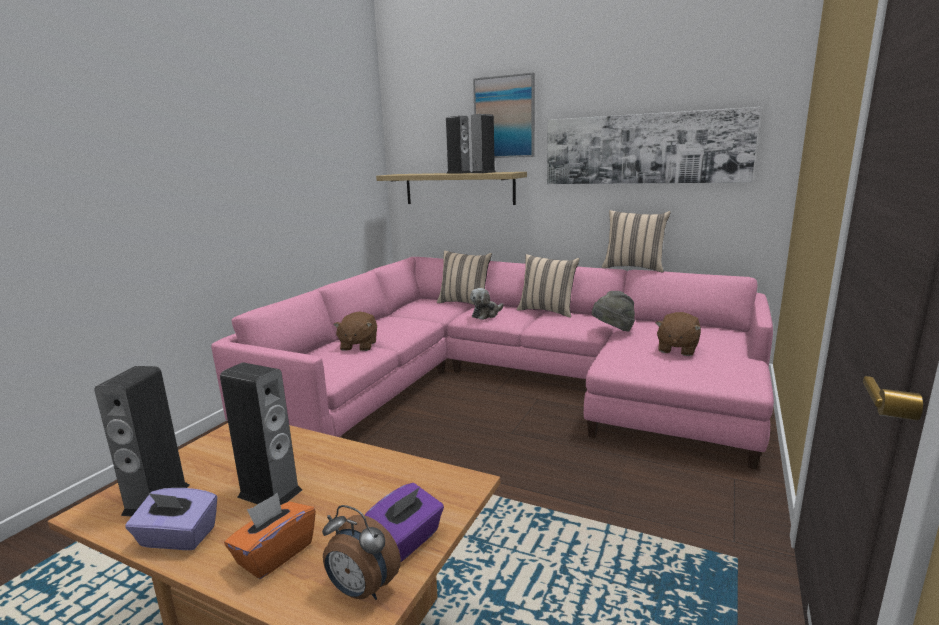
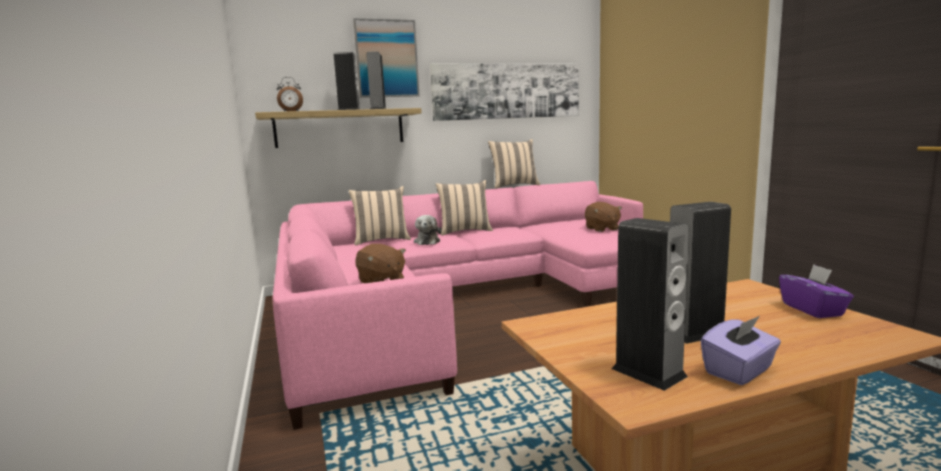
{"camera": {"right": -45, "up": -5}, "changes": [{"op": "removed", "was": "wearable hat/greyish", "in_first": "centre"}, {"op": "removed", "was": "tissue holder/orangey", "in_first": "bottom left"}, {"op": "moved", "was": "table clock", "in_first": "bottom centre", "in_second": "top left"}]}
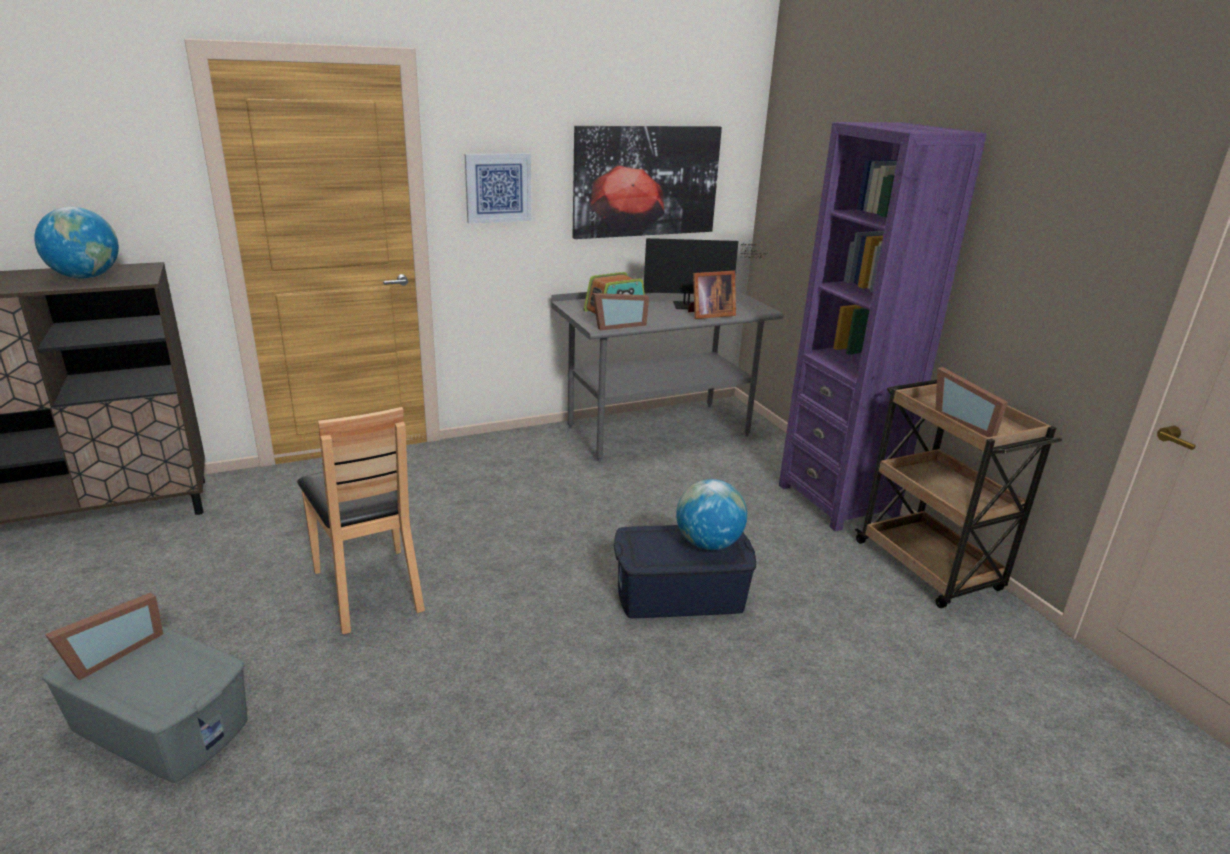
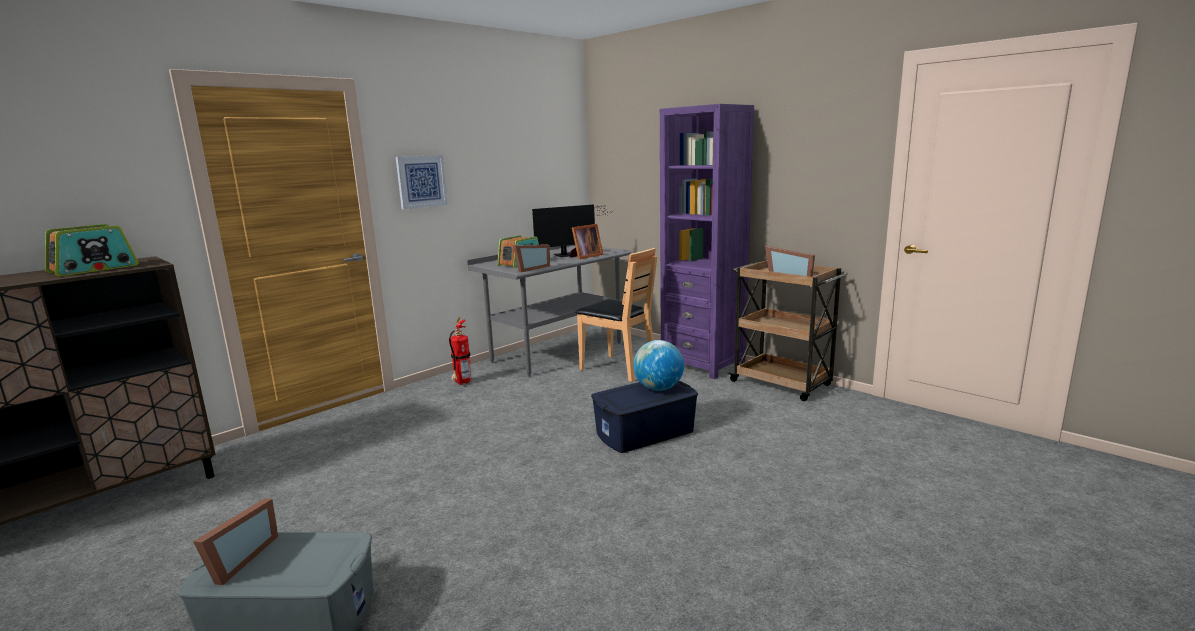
{"camera": {"right": -20, "up": -10}, "changes": [{"op": "removed", "was": "wall art (2nd from left)", "in_first": "top centre"}, {"op": "replaced", "was": "desk globe (1st from left)", "now": "radio (1st from left)", "in_first": "top left", "in_second": "middle left"}, {"op": "moved", "was": "upright chair/brown", "in_first": "middle left", "in_second": "centre"}, {"op": "added", "now": "extinguisher", "in_second": "centre"}]}
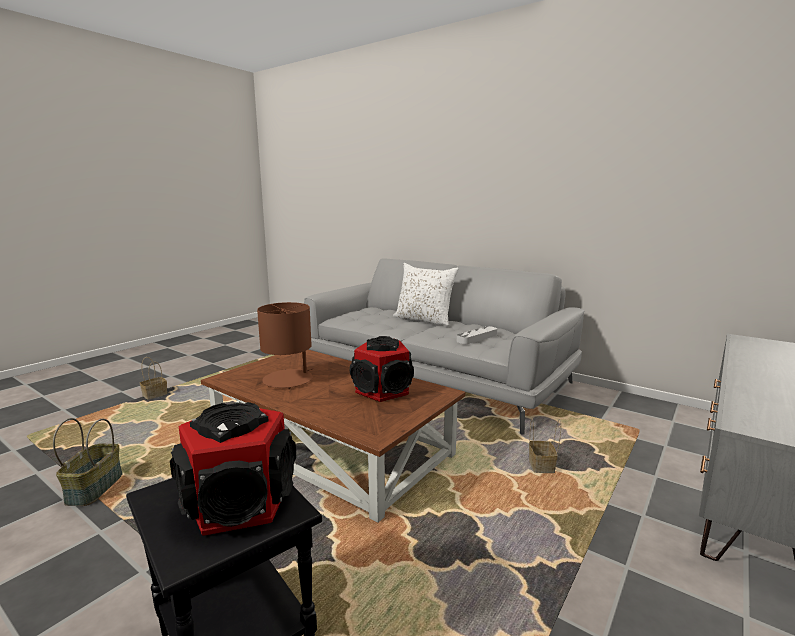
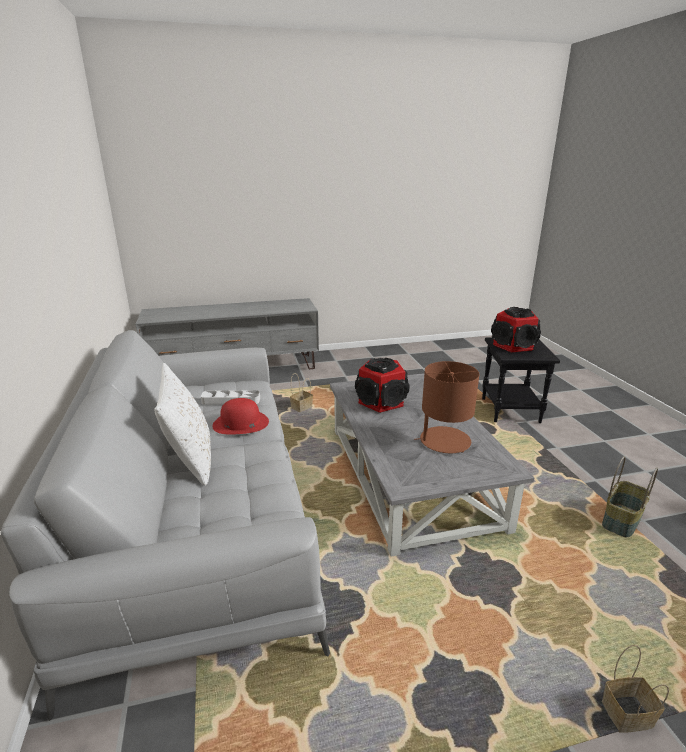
{"camera": {"right": -140, "up": 10}, "changes": [{"op": "recoloured", "was": "lounge table/brown", "now": "lounge table/greyish", "in_first": "bottom centre", "in_second": "centre"}, {"op": "added", "now": "wearable hat/red-coloured", "in_second": "centre"}]}
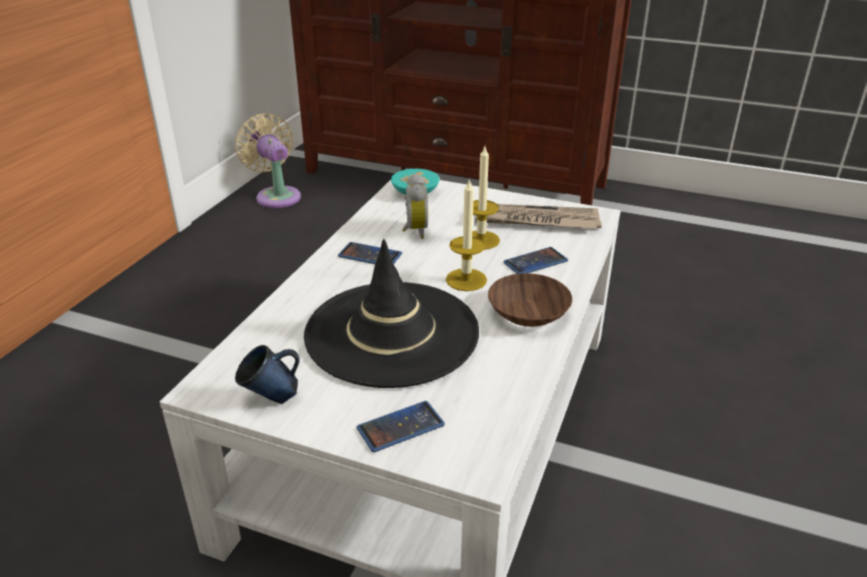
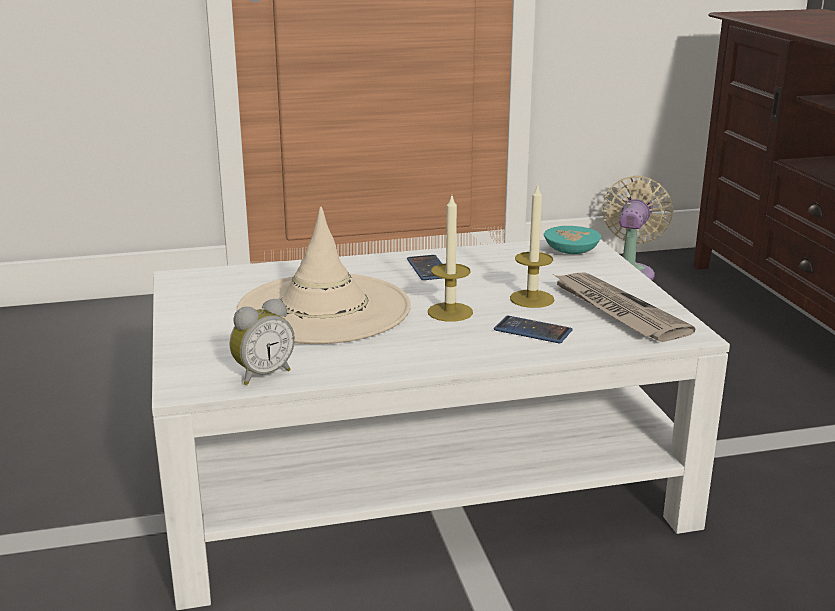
{"camera": {"right": 55, "up": -10}, "changes": [{"op": "moved", "was": "table clock", "in_first": "centre", "in_second": "middle left"}, {"op": "recoloured", "was": "wearable hat/black", "now": "wearable hat/sand-coloured", "in_first": "centre", "in_second": "centre"}, {"op": "removed", "was": "deep dish/brown", "in_first": "centre"}, {"op": "removed", "was": "mug/blue", "in_first": "middle left"}, {"op": "removed", "was": "handset (2nd from left)", "in_first": "bottom centre"}]}
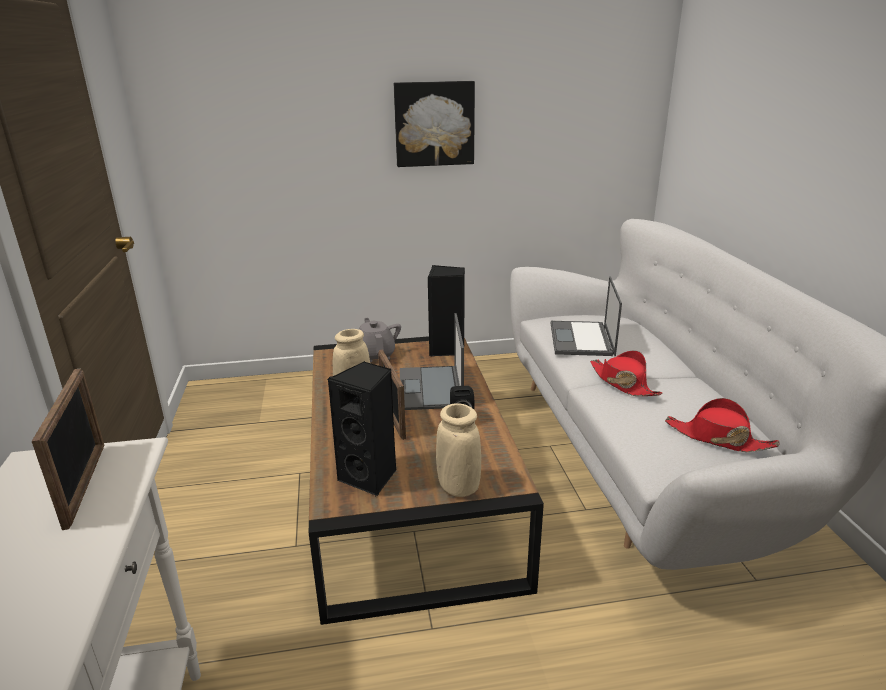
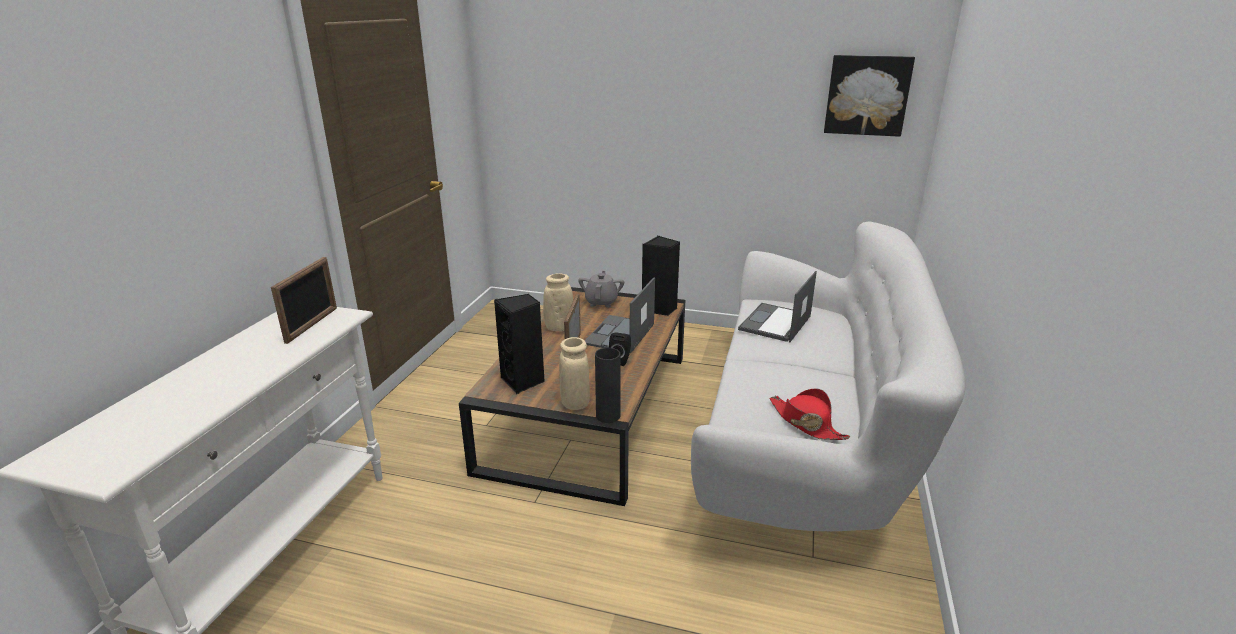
{"camera": {"right": 25, "up": 0}, "changes": [{"op": "moved", "was": "wall art", "in_first": "top centre", "in_second": "top right"}, {"op": "removed", "was": "wearable hat/red-coloured (1st from left)", "in_first": "middle right"}, {"op": "added", "now": "decorative vase/black", "in_second": "centre"}]}
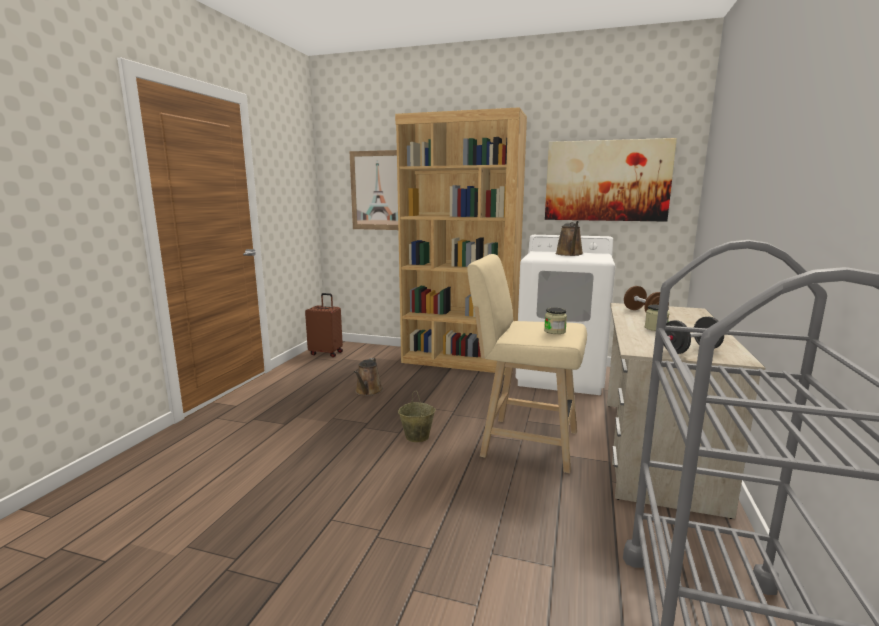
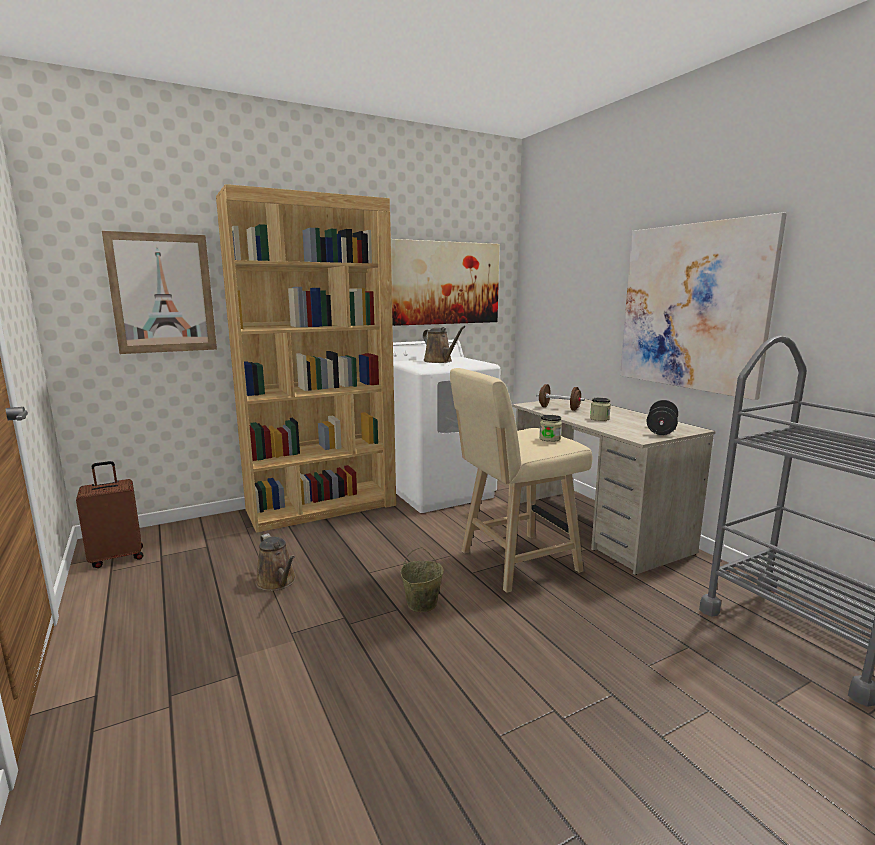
{"camera": {"right": -45, "up": 0}, "changes": [{"op": "added", "now": "wall art (3rd from left)", "in_second": "middle right"}]}
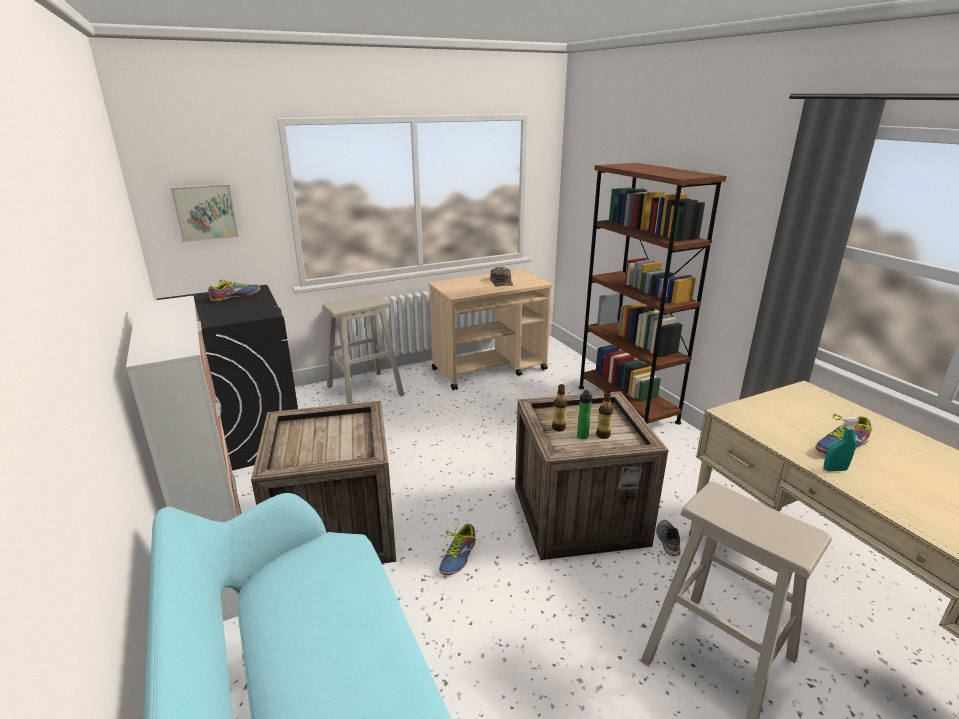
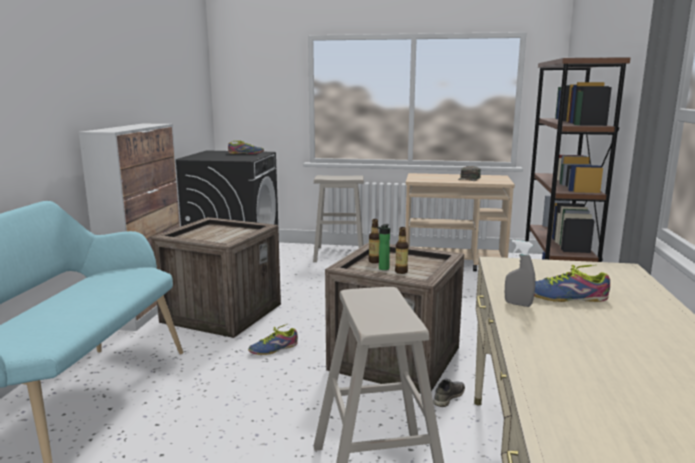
{"camera": {"right": 35, "up": -10}, "changes": [{"op": "removed", "was": "wall art", "in_first": "top left"}, {"op": "recoloured", "was": "spray bottle/turquoise-coloured", "now": "spray bottle/greyish", "in_first": "middle right", "in_second": "middle right"}]}
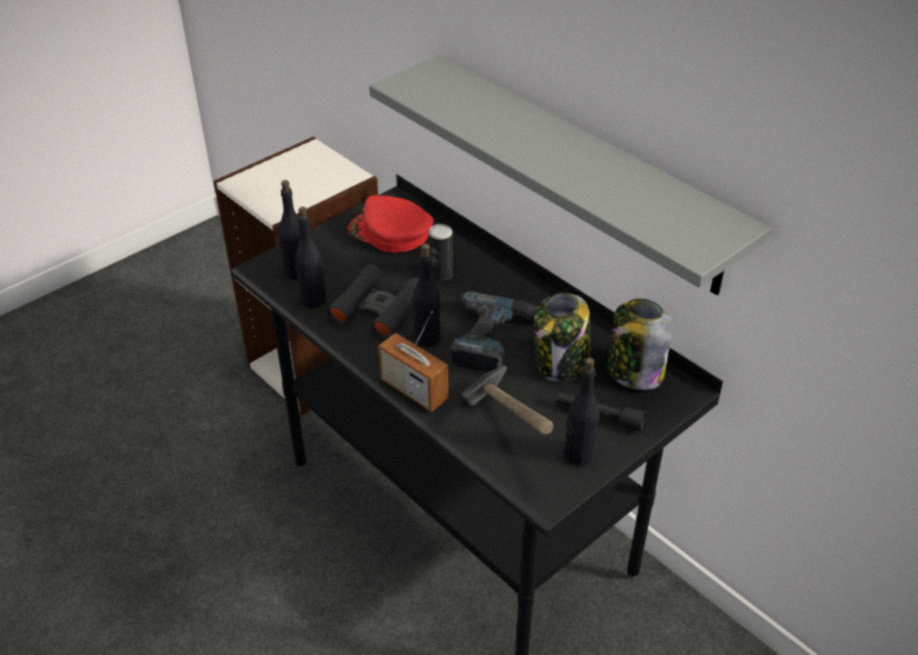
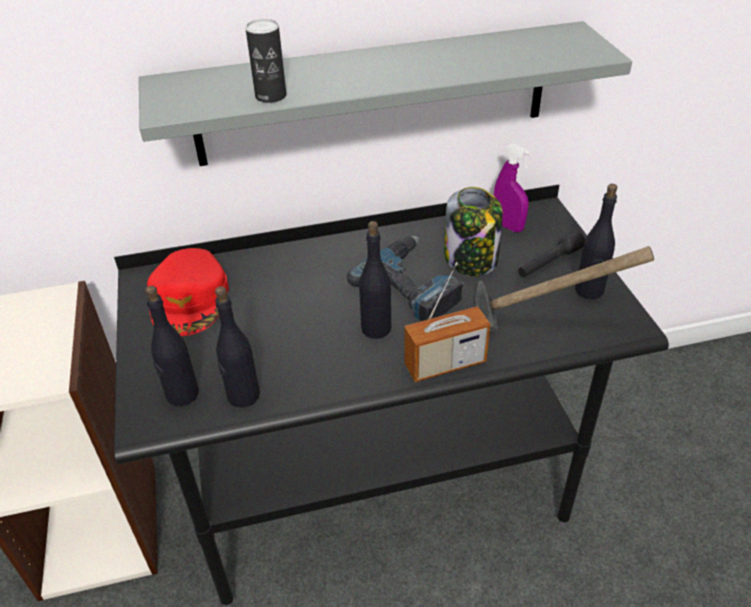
{"camera": {"right": -60, "up": 0}, "changes": [{"op": "turned", "was": "peaked cap/red-coloured", "in_first": "centre", "in_second": "middle left", "clockwise": -60}, {"op": "moved", "was": "metal can", "in_first": "centre", "in_second": "top centre"}, {"op": "removed", "was": "binoculars/black", "in_first": "centre"}, {"op": "replaced", "was": "jar (2nd from left)", "now": "spray bottle/purple", "in_first": "middle right", "in_second": "top right"}]}
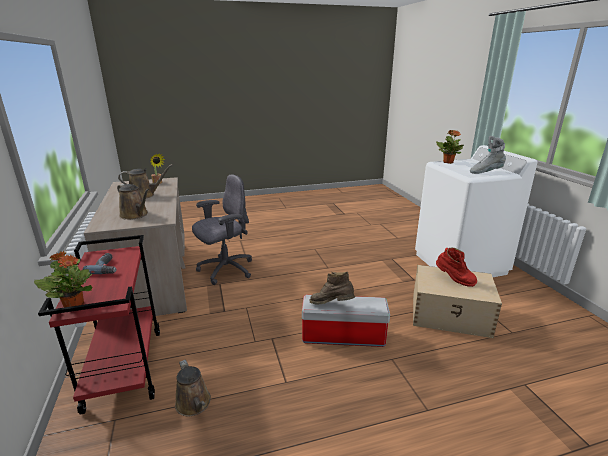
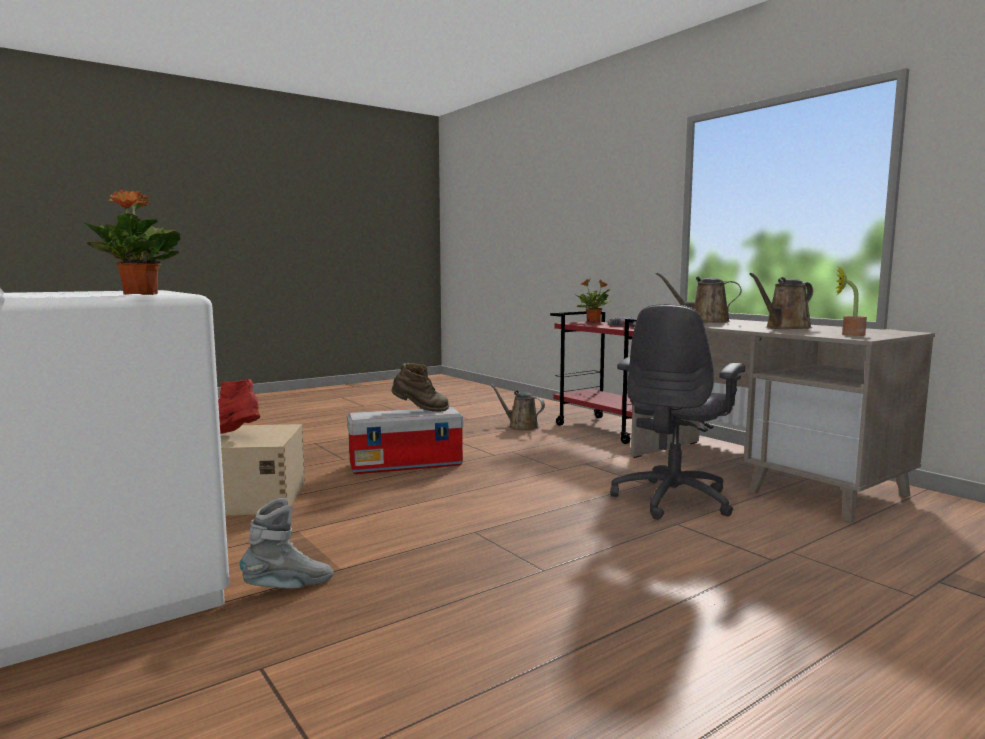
{"camera": {"right": 160, "up": -15}, "changes": [{"op": "moved", "was": "tall boot/greyish", "in_first": "middle right", "in_second": "bottom left"}]}
